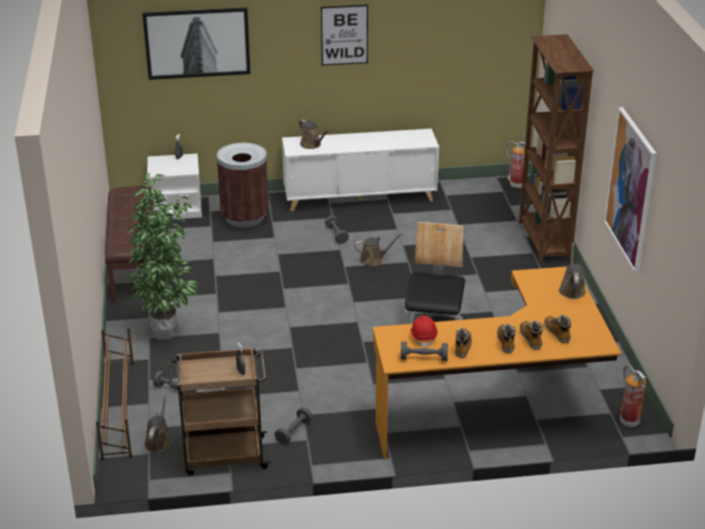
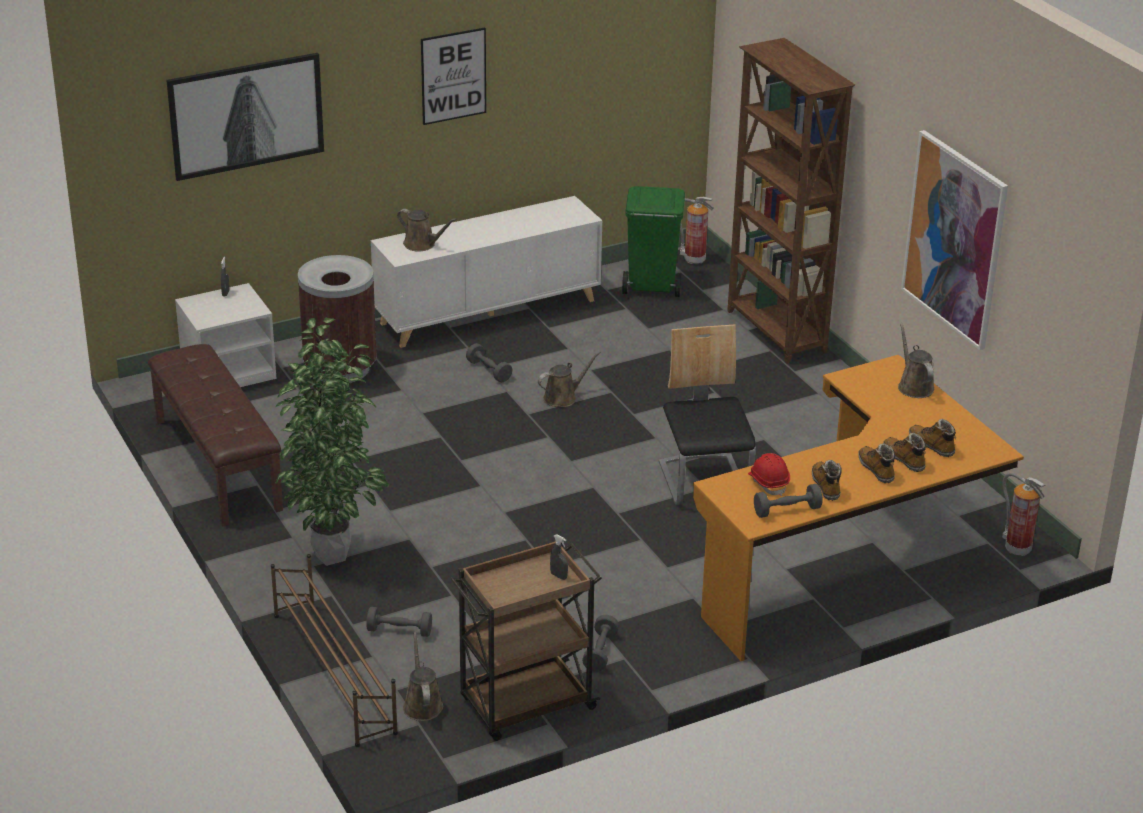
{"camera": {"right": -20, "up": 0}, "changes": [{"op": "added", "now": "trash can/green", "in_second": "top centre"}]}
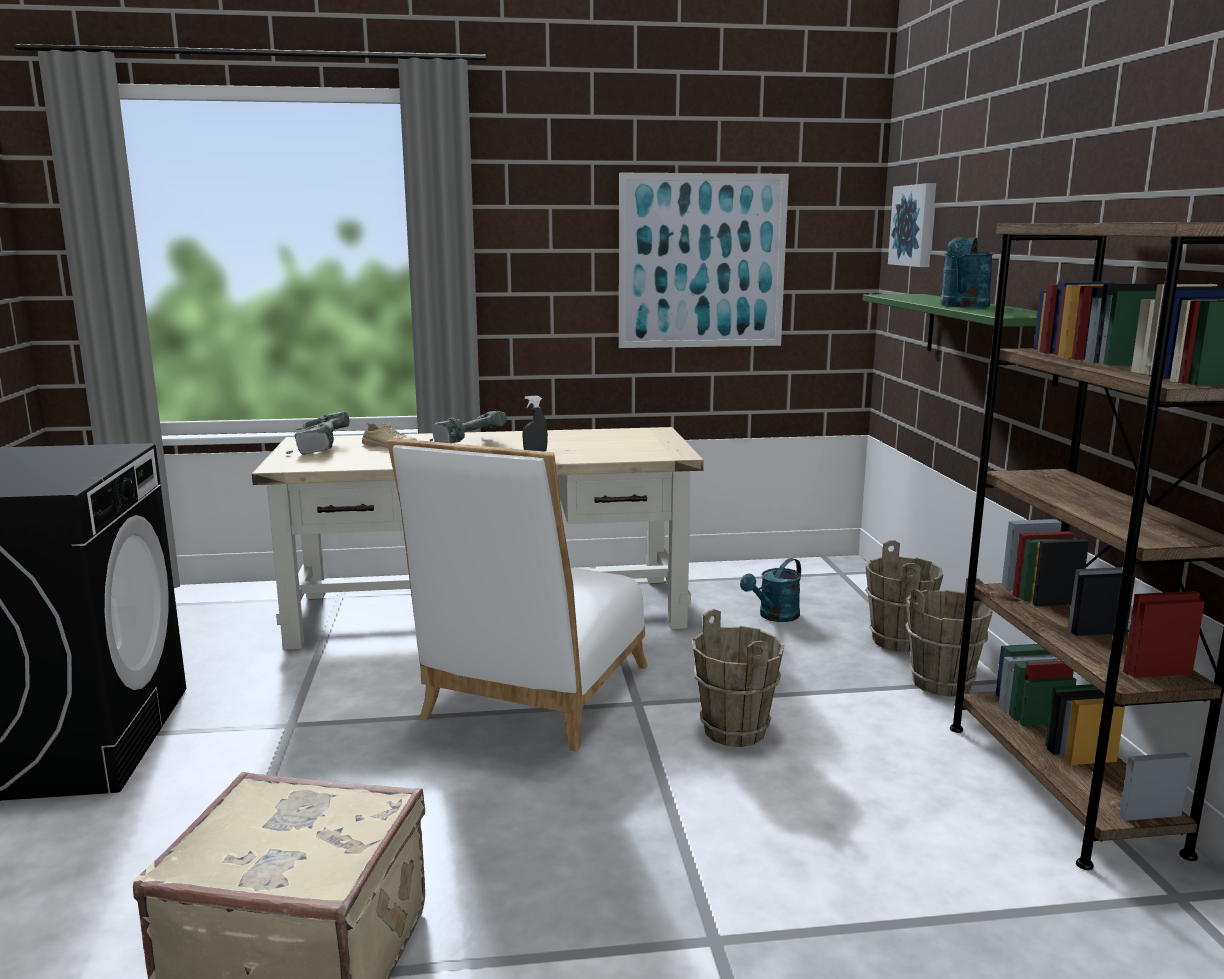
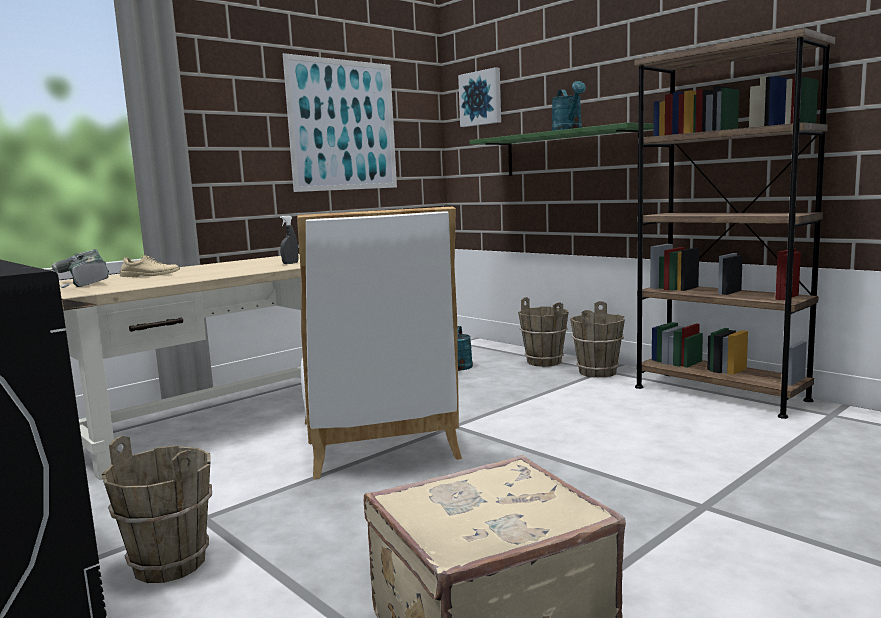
{"camera": {"right": -35, "up": -5}, "changes": [{"op": "removed", "was": "power drill (2nd from left)", "in_first": "centre"}, {"op": "moved", "was": "bucket/brown (1st from left)", "in_first": "bottom centre", "in_second": "bottom left"}]}
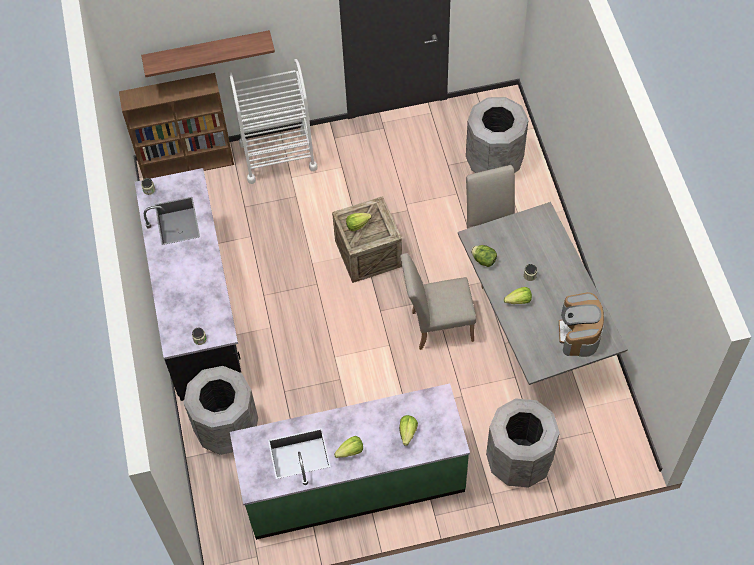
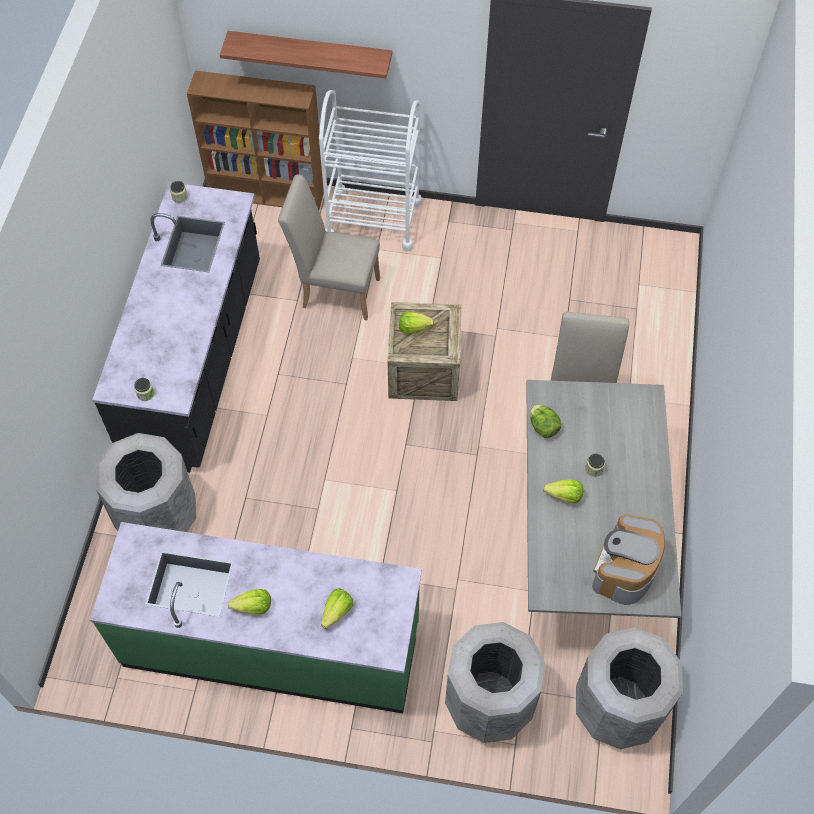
{"camera": {"right": 20, "up": 0}, "changes": [{"op": "moved", "was": "trash can/greyish (2nd from left in the first image)", "now": "trash can/greyish (3rd from left)", "in_first": "top centre", "in_second": "bottom right"}, {"op": "moved", "was": "upright chair/sand-coloured (1st from left)", "in_first": "centre", "in_second": "top centre"}]}
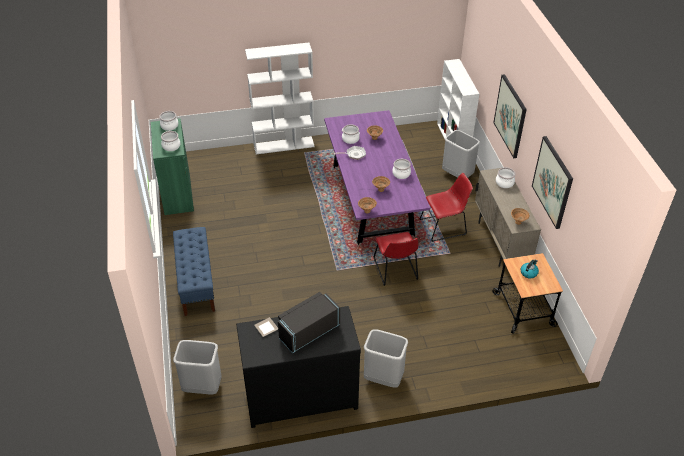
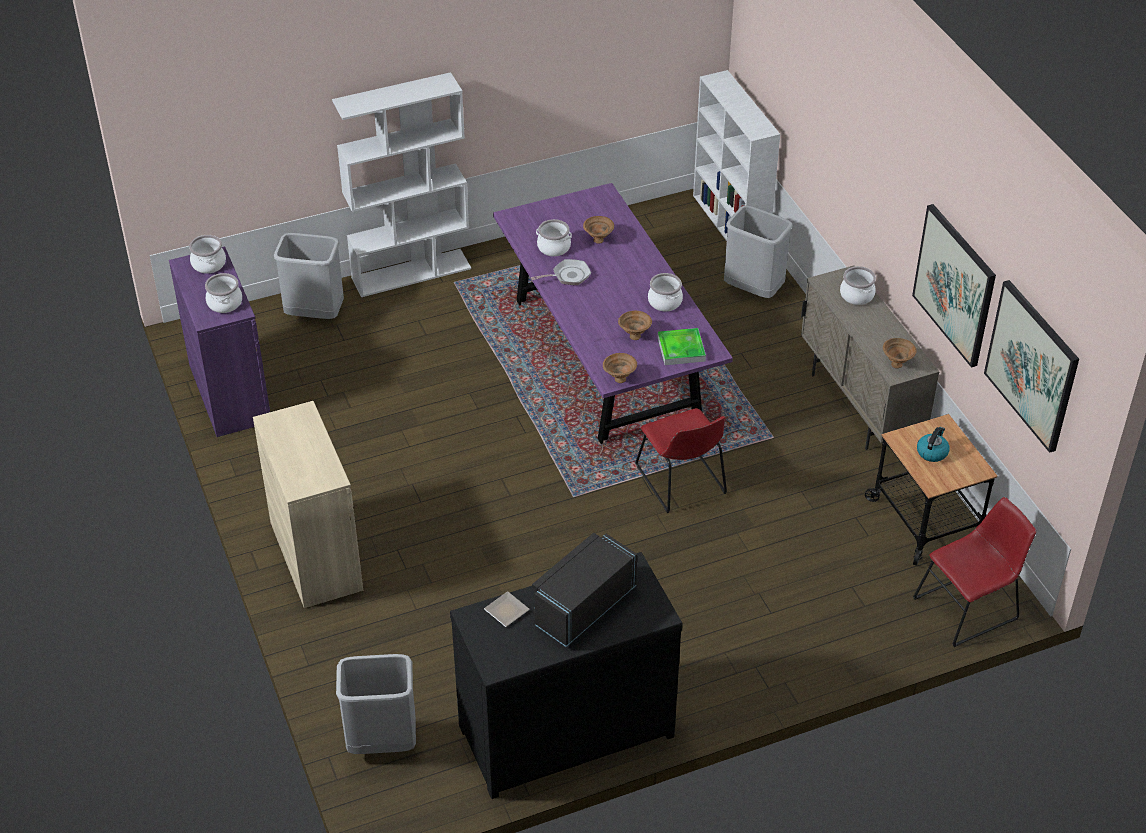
{"camera": {"right": -10, "up": 0}, "changes": [{"op": "moved", "was": "wall art (1st from left in the first image)", "now": "wall art (2nd from left)", "in_first": "top right", "in_second": "middle right"}, {"op": "recoloured", "was": "storage cabinet/green", "now": "storage cabinet/purple", "in_first": "middle left", "in_second": "middle left"}, {"op": "moved", "was": "upright chair/red-coloured (2nd from left)", "in_first": "centre", "in_second": "bottom right"}, {"op": "replaced", "was": "indoor bench/blue", "now": "storage cabinet/sand-coloured (1st from left)", "in_first": "middle left", "in_second": "middle left"}, {"op": "moved", "was": "trash can/greyish (2nd from left in the first image)", "now": "trash can/greyish (1st from left)", "in_first": "bottom centre", "in_second": "top left"}, {"op": "added", "now": "serving tray", "in_second": "centre"}]}
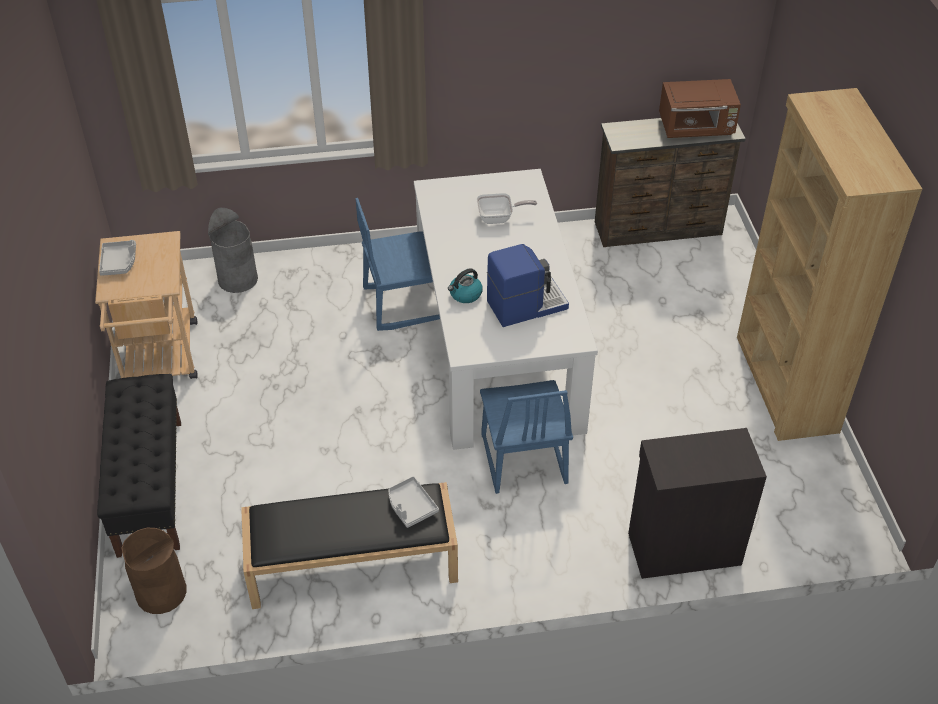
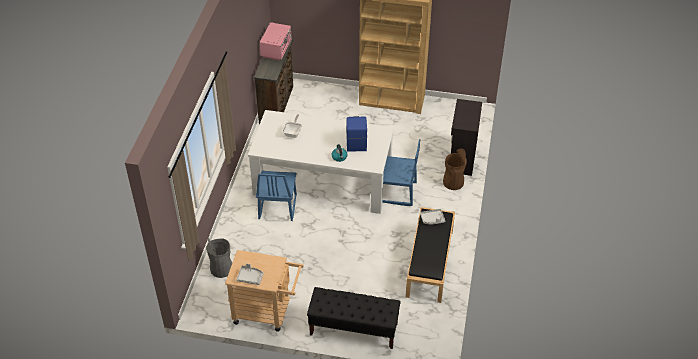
{"camera": {"right": -70, "up": 0}, "changes": [{"op": "recoloured", "was": "kitchen microwave/brown", "now": "kitchen microwave/pinkish", "in_first": "top right", "in_second": "top centre"}, {"op": "moved", "was": "trash can/brown", "in_first": "bottom left", "in_second": "centre"}]}
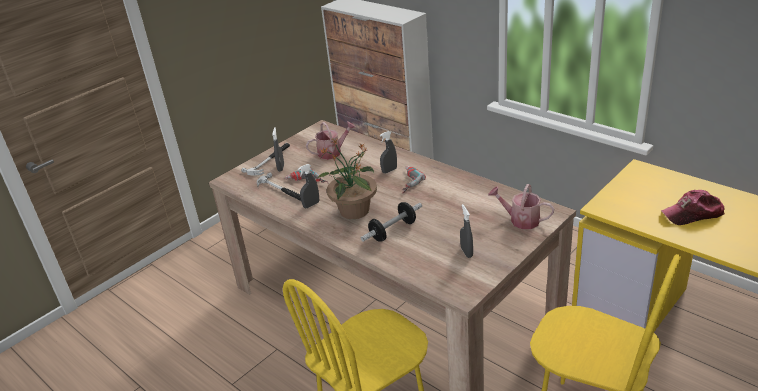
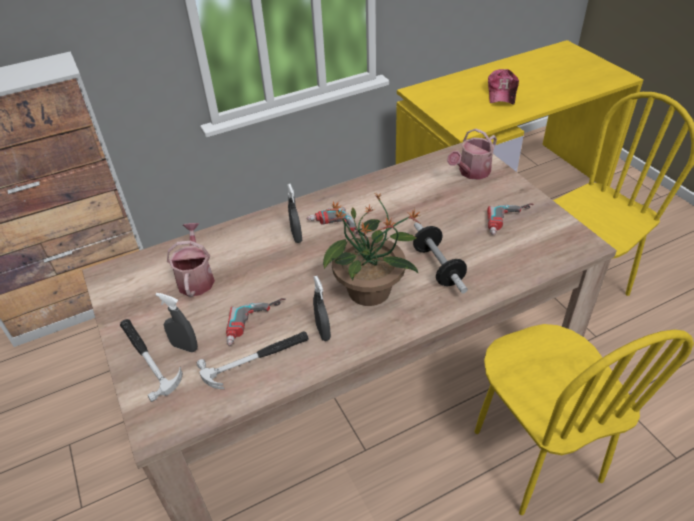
{"camera": {"right": -70, "up": 10}, "changes": [{"op": "replaced", "was": "spray bottle/greyish (4th from left)", "now": "power drill (3rd from left)", "in_first": "centre", "in_second": "middle right"}]}
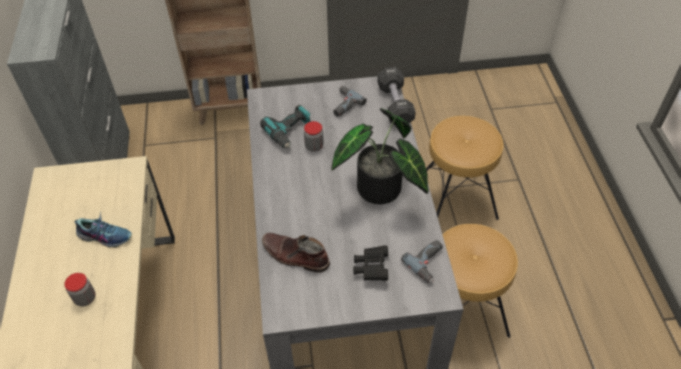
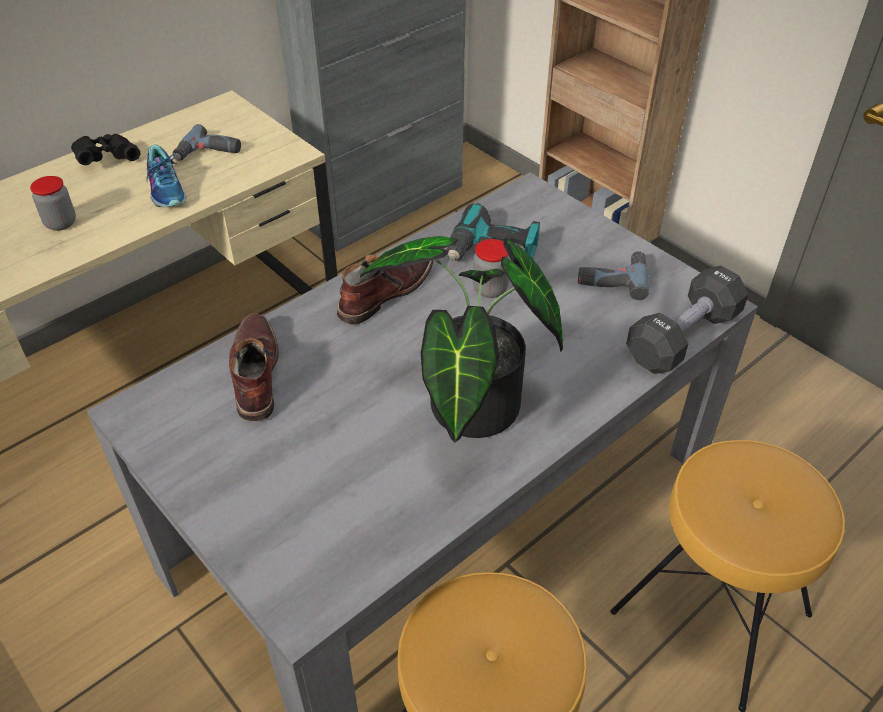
{"camera": {"right": 55, "up": -5}, "changes": [{"op": "moved", "was": "power drill (3rd from left in the first image)", "now": "power drill (1st from left)", "in_first": "bottom centre", "in_second": "top left"}, {"op": "moved", "was": "binoculars/black", "in_first": "bottom centre", "in_second": "top left"}, {"op": "added", "now": "tall boot/brown (2nd from left)", "in_second": "centre"}]}
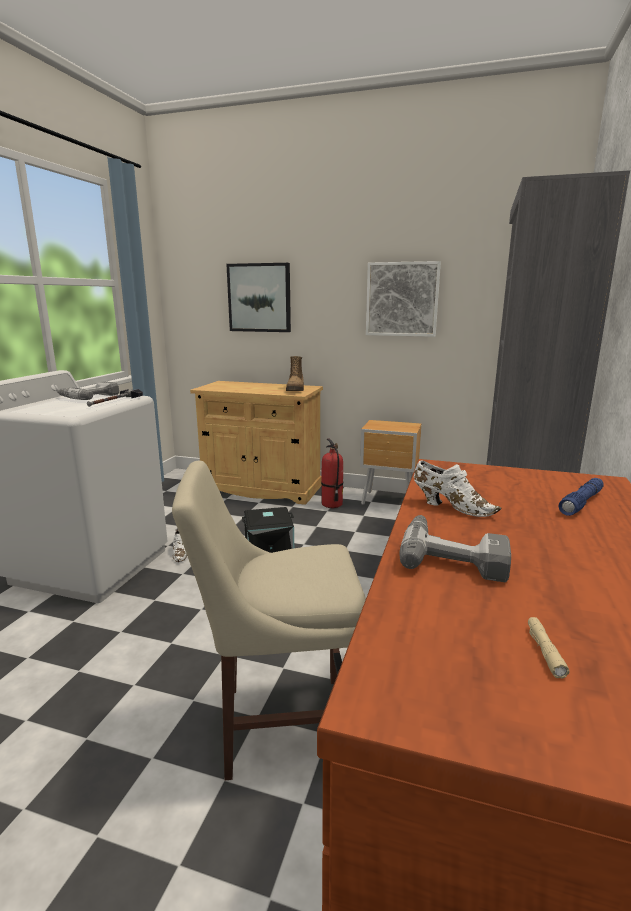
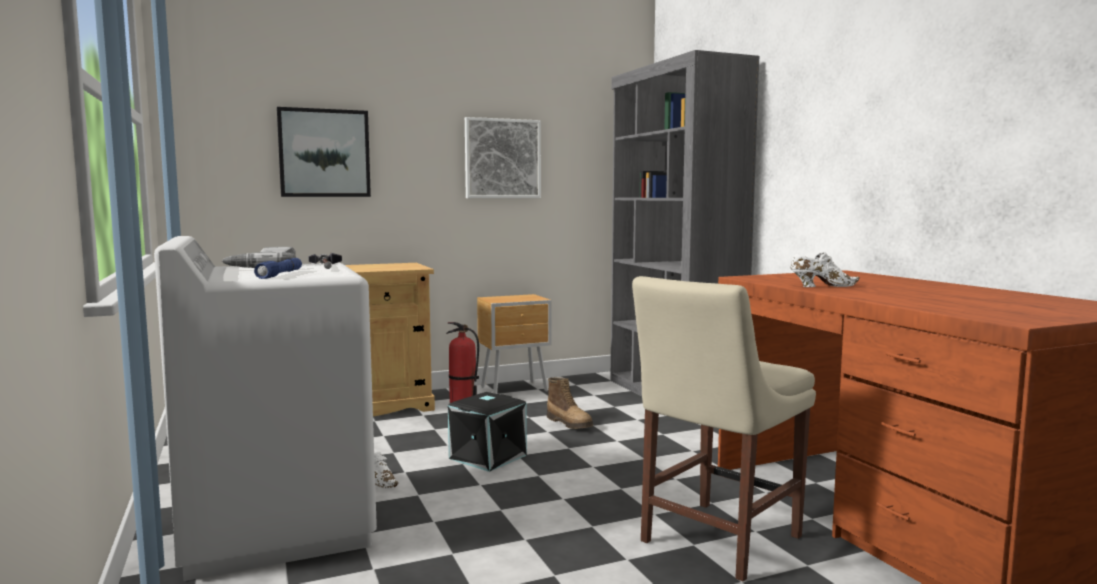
{"camera": {"right": -40, "up": -10}, "changes": [{"op": "moved", "was": "tall boot", "in_first": "centre", "in_second": "bottom centre"}, {"op": "moved", "was": "flashlight/blue", "in_first": "middle right", "in_second": "middle left"}, {"op": "removed", "was": "power drill (2nd from left)", "in_first": "middle right"}, {"op": "removed", "was": "flashlight/sand-coloured", "in_first": "bottom right"}]}
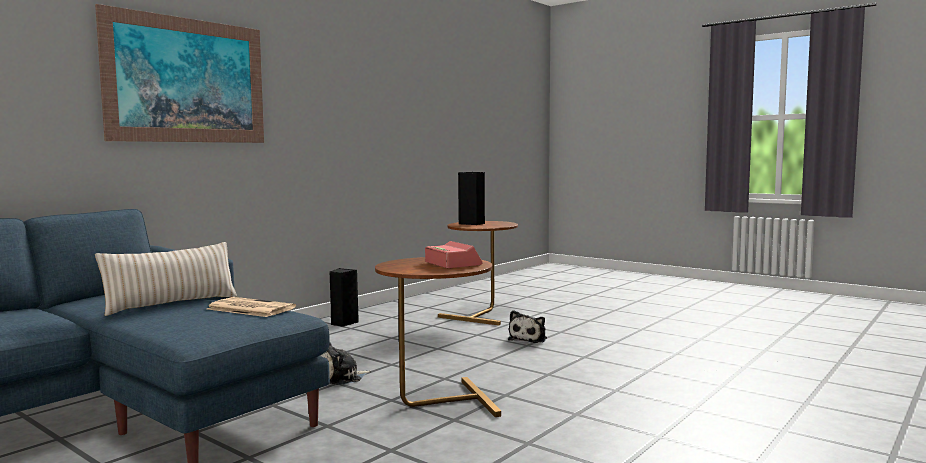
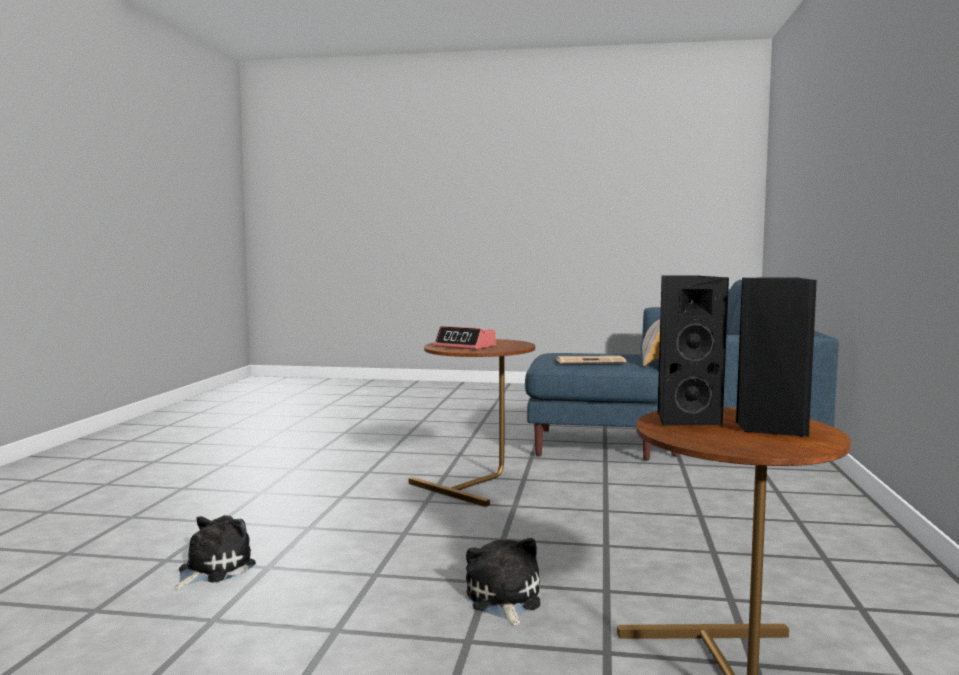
{"camera": {"right": 150, "up": 0}, "changes": [{"op": "removed", "was": "wall art", "in_first": "top left"}, {"op": "moved", "was": "loudspeaker/black (1st from left)", "in_first": "centre", "in_second": "middle right"}, {"op": "moved", "was": "cuddly toy (1st from left)", "in_first": "bottom centre", "in_second": "bottom left"}]}
